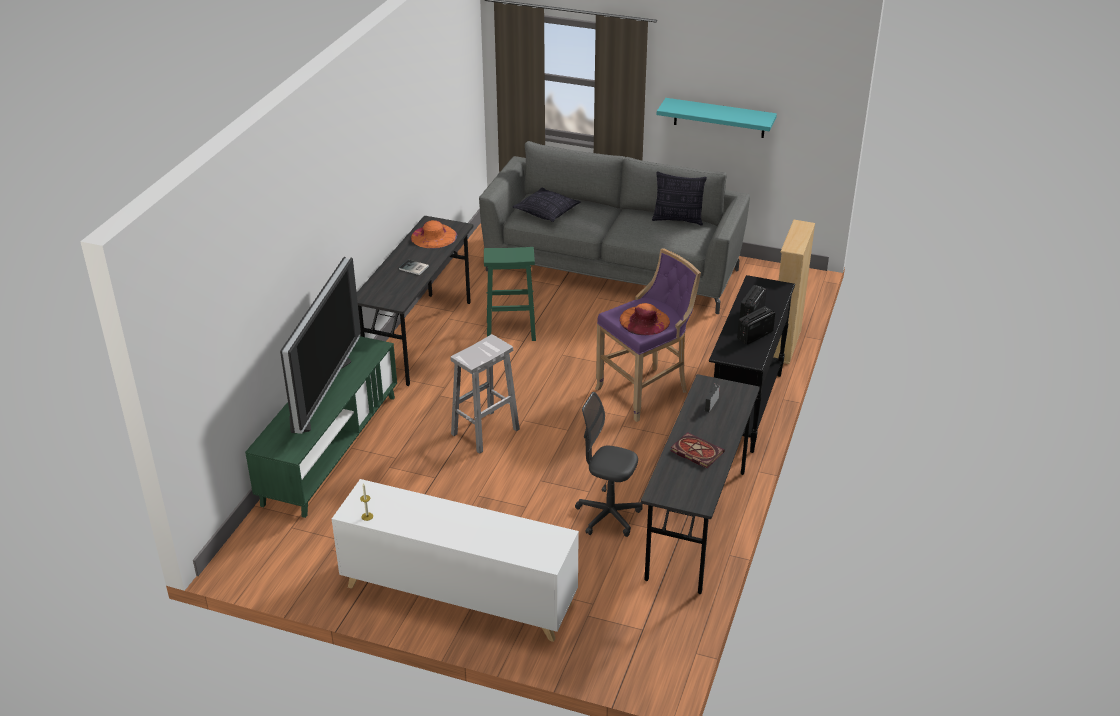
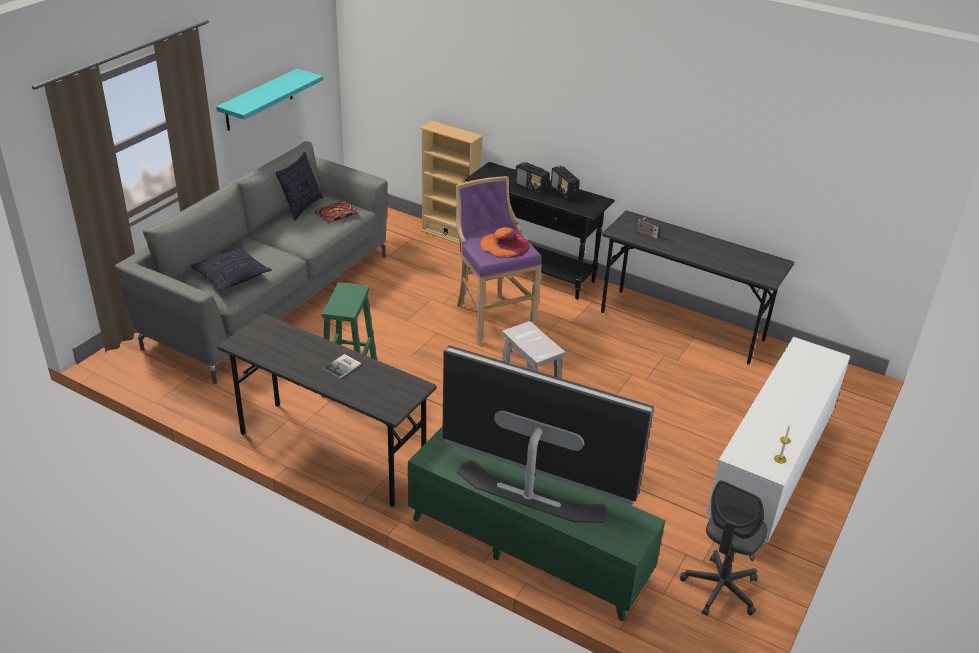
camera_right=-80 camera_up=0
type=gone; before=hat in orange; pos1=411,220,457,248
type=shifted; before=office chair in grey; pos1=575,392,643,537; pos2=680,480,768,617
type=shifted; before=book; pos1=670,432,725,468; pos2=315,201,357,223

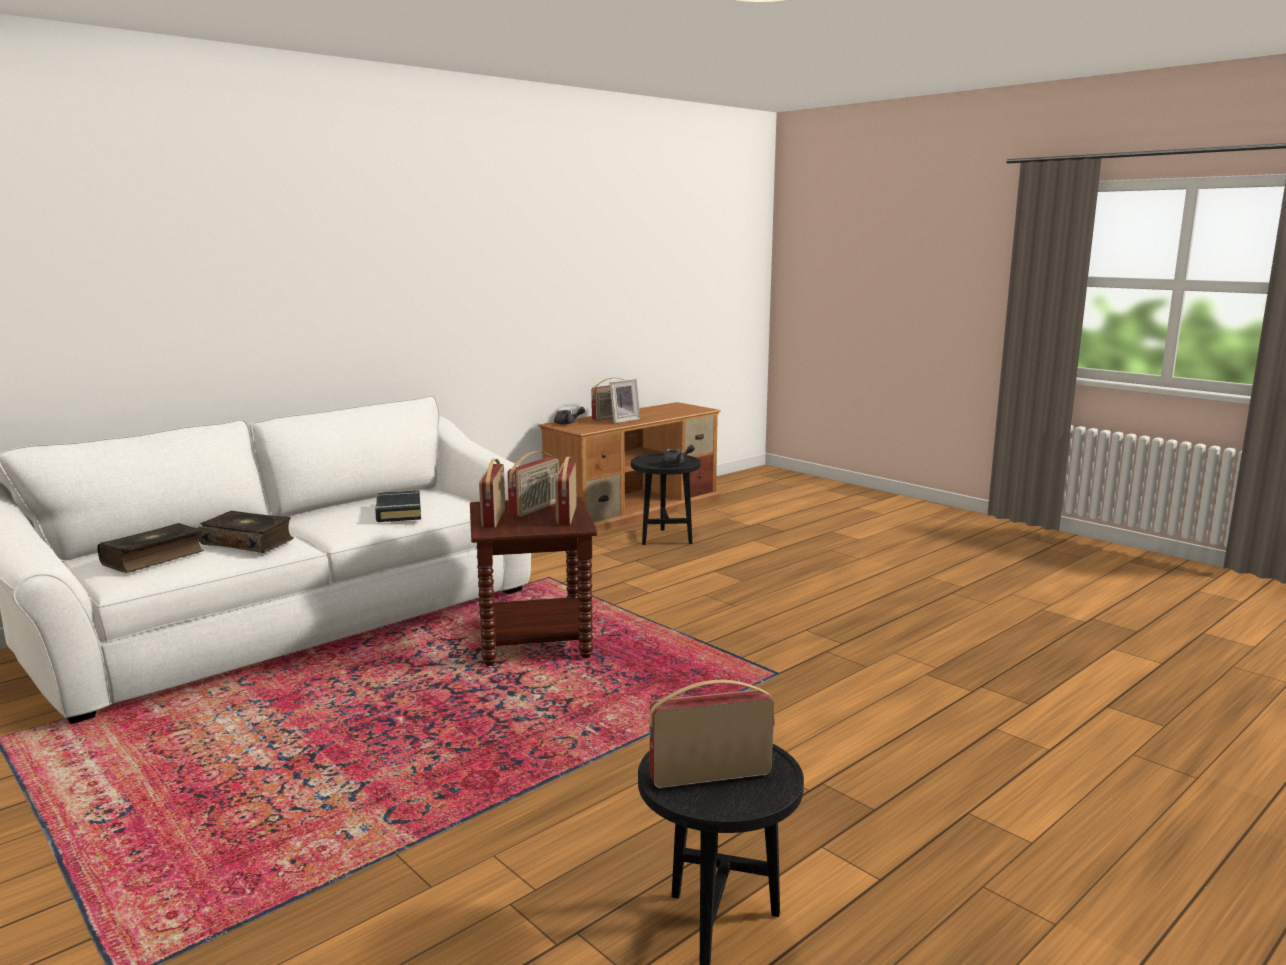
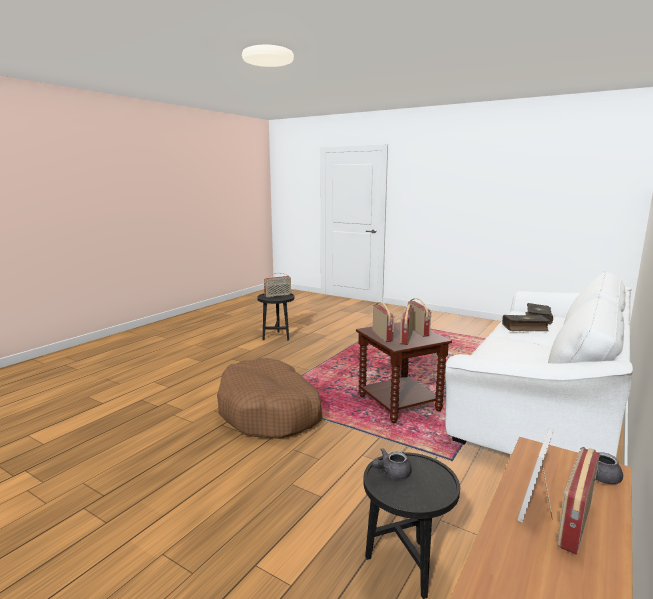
camera_right=165 camera_up=0
type=gone; before=book in black; pos1=375,490,421,522
type=new; after=dog bed in brown; pos2=217,358,323,439

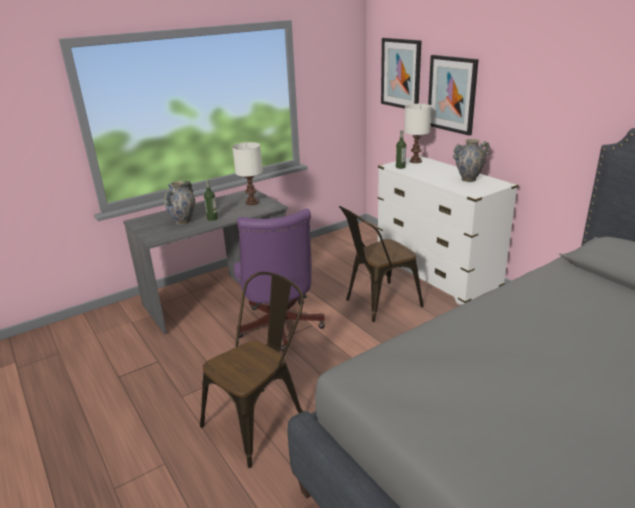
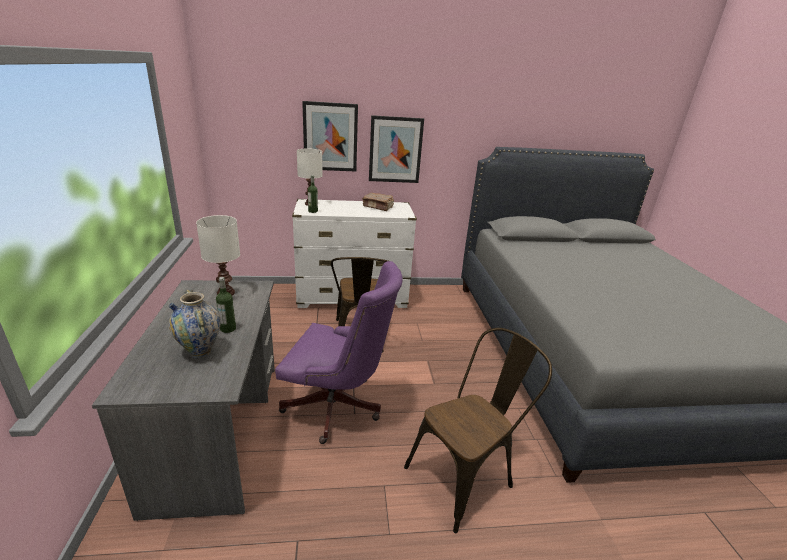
camera_right=-65 camera_up=0
type=shifted; before=picture; pos1=381,38,422,109; pos2=369,115,424,183
type=swapped; before=vase; after=book in brown; pos1=453,139,490,182; pos2=362,193,394,211
type=rotated; before=chair in brown; pos1=200,272,303,468; pos2=404,328,552,533; turn=75

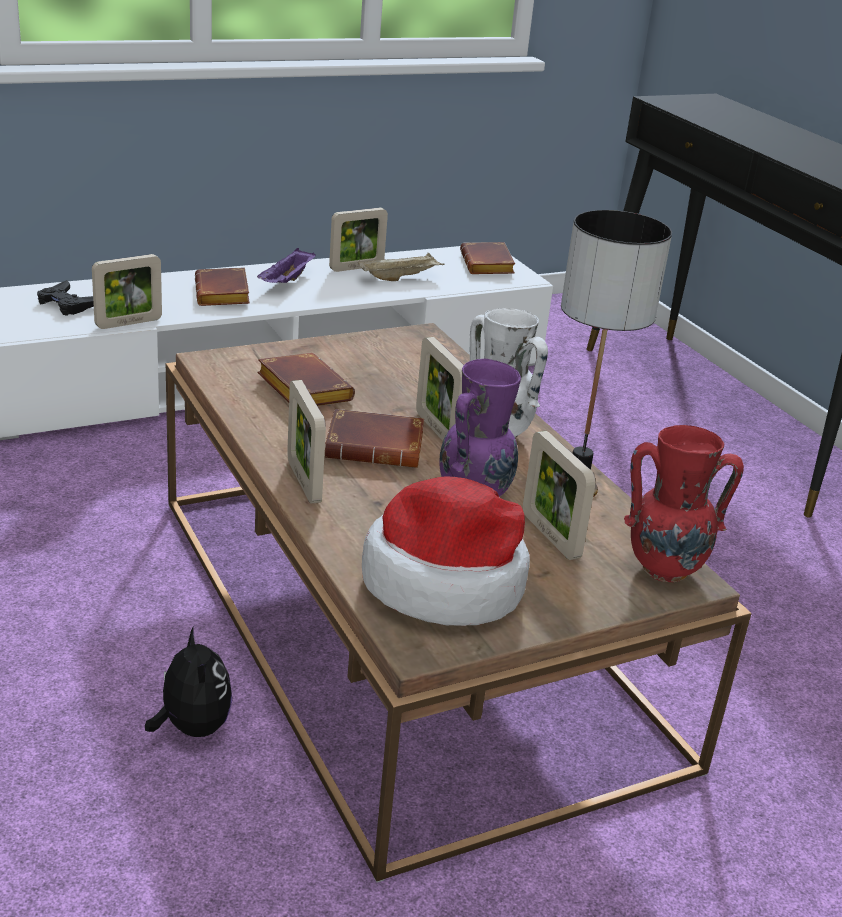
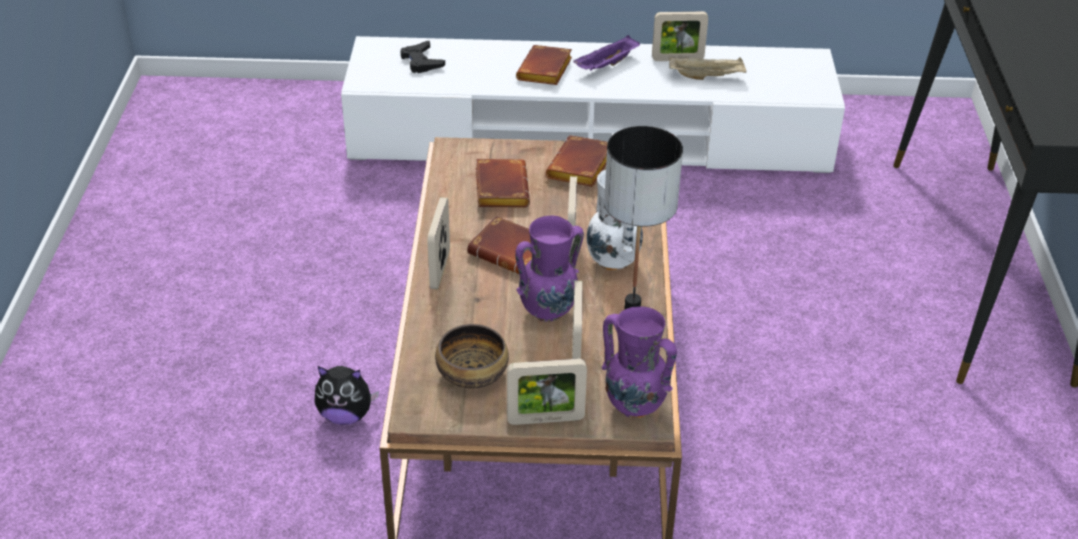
camera_right=30 camera_up=10
type=shifted; before=picture frame; pos1=92,254,162,329; pos2=507,359,587,425
type=shifted; before=book in brown; pos1=460,242,515,274; pos2=546,135,608,187
type=swapped; before=hat; after=bowl; pos1=362,476,530,626; pos2=435,324,509,389
type=repainted; before=vase in red; after=vase in purple; pos1=624,425,744,582; pos2=602,306,677,418
type=rotated; before=plush toy; pos1=145,626,232,737; pos2=315,366,379,425; turn=90

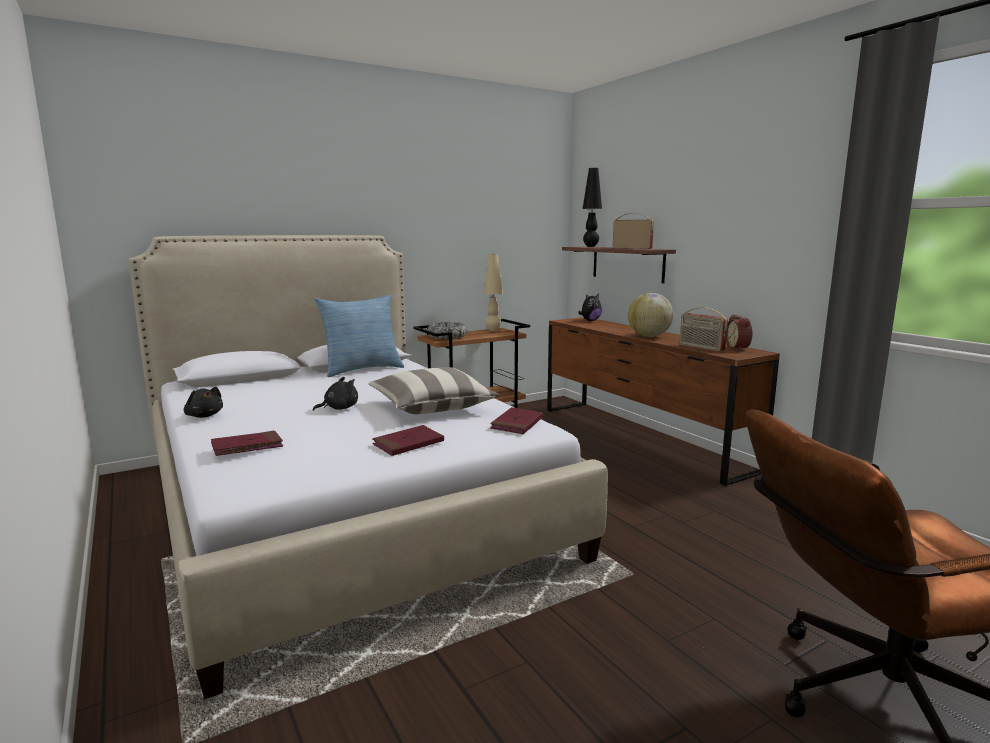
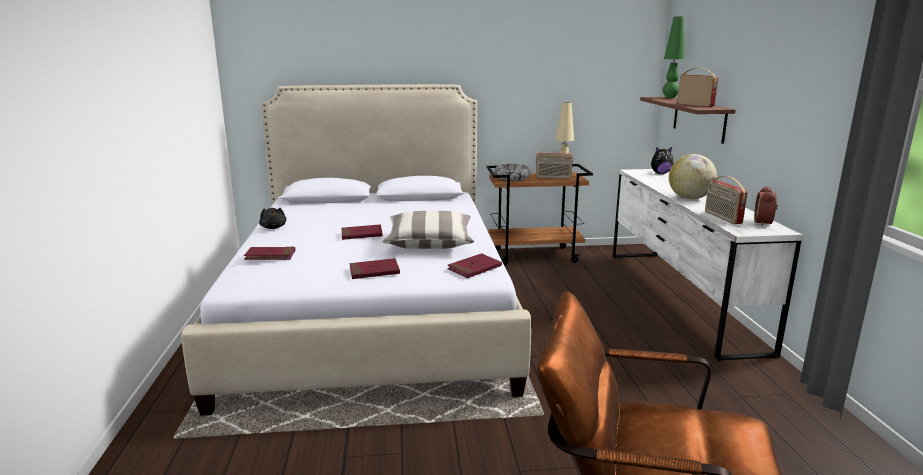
camera_right=25 camera_up=5
type=gone; before=pillow; pos1=315,294,404,377
type=new; after=radio; pos2=536,148,573,179
type=swapped; before=plush toy in black; after=book in red; pos1=313,377,358,411; pos2=342,224,383,240
type=repainted; before=dresser in brown; after=dresser in white; pos1=547,317,780,486; pos2=613,169,802,361
type=repainted; before=table lamp in black; after=table lamp in green; pos1=582,168,602,247; pos2=663,16,685,98

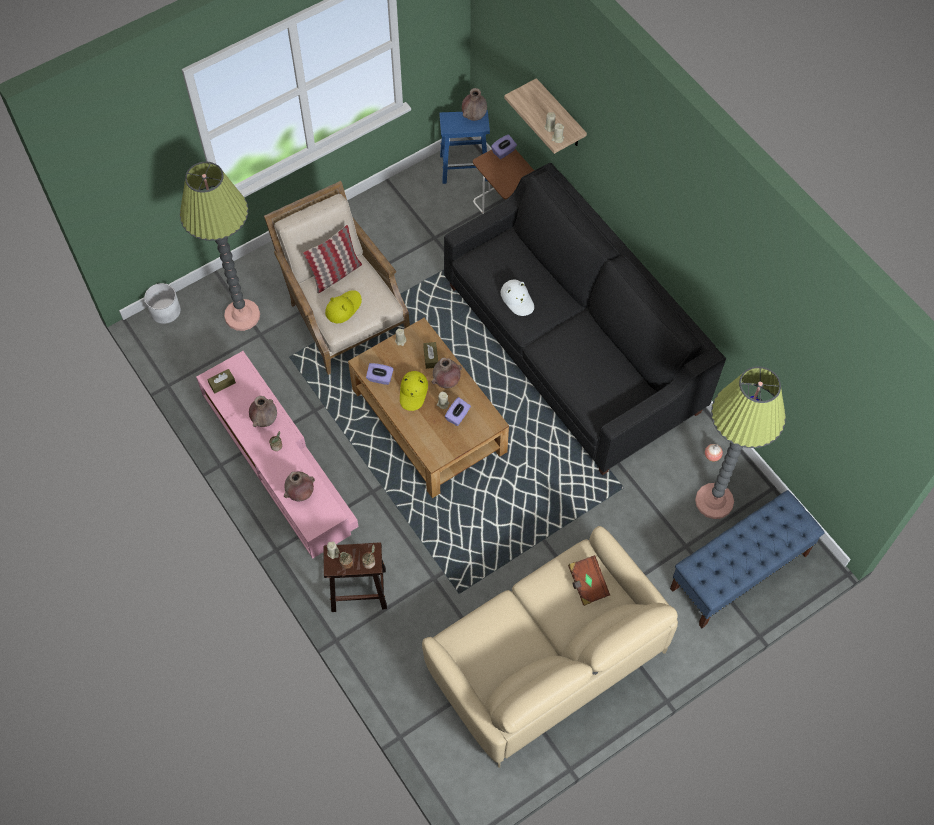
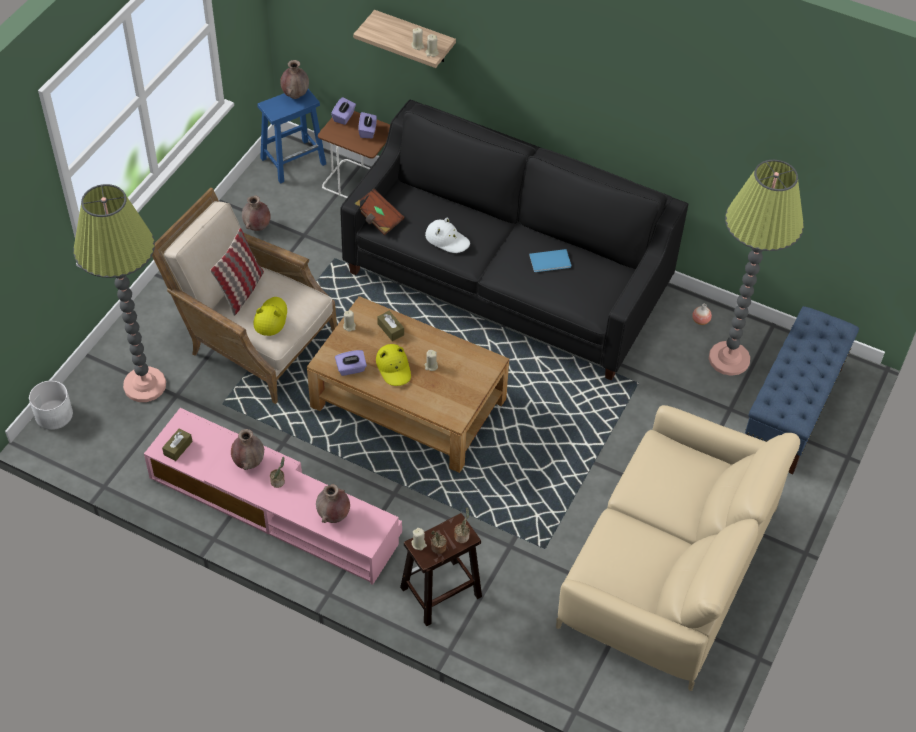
camera_right=-30 camera_up=-10
type=new; after=book in blue; pos2=529,249,571,272
type=shifted; before=vase in brown; pos1=432,358,462,388; pos2=242,196,271,231
type=shifted; before=tissue box in purple; pos1=445,397,471,426; pos2=358,112,377,138
type=shifted; before=book in brown; pos1=568,555,610,606; pos2=354,189,404,235

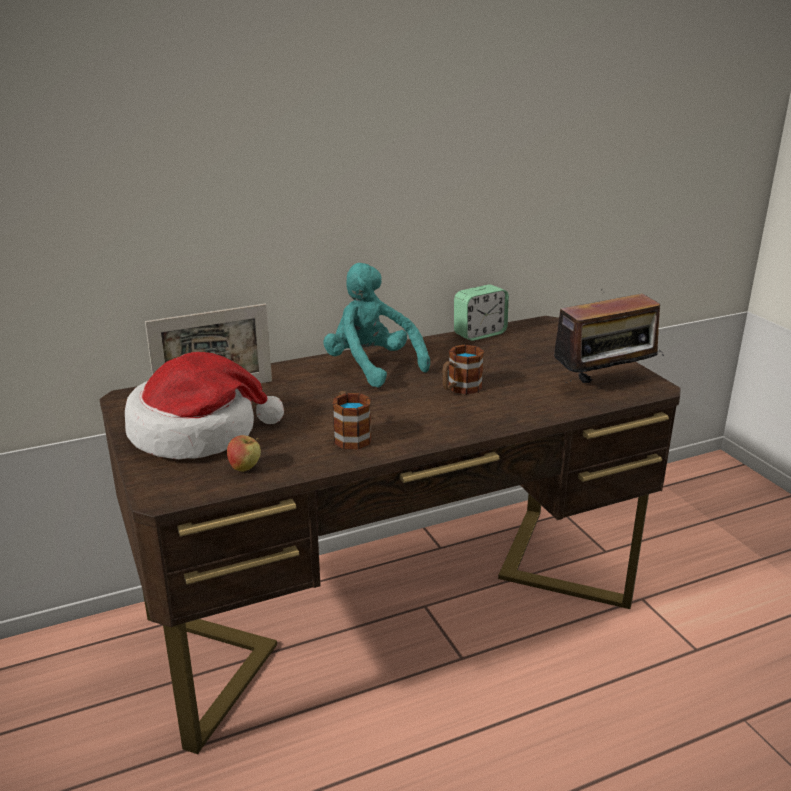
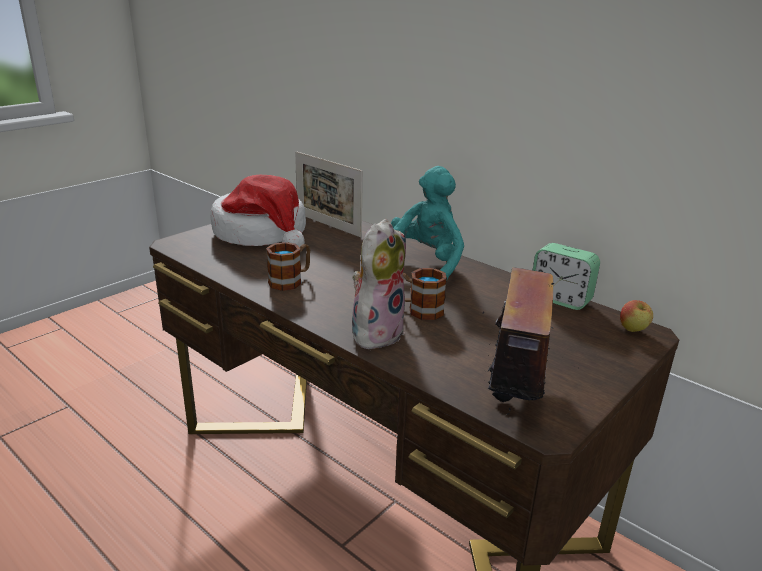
camera_right=65 camera_up=0
type=new; after=plush toy; pos2=352,219,406,349
type=shifted; before=apple; pos1=227,435,261,472; pos2=620,300,653,332
type=rotated; before=radio; pos1=546,291,665,386; pos2=482,267,579,419; turn=-120

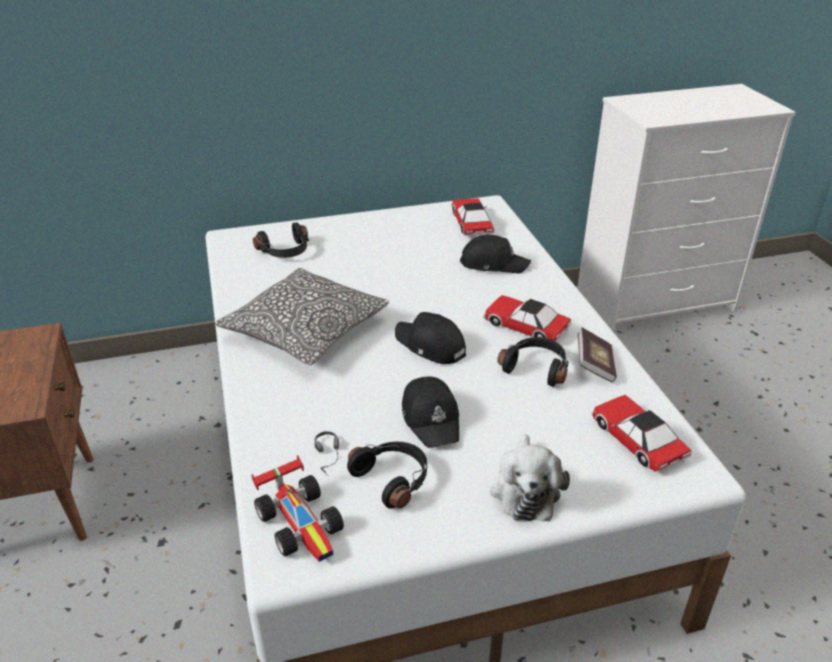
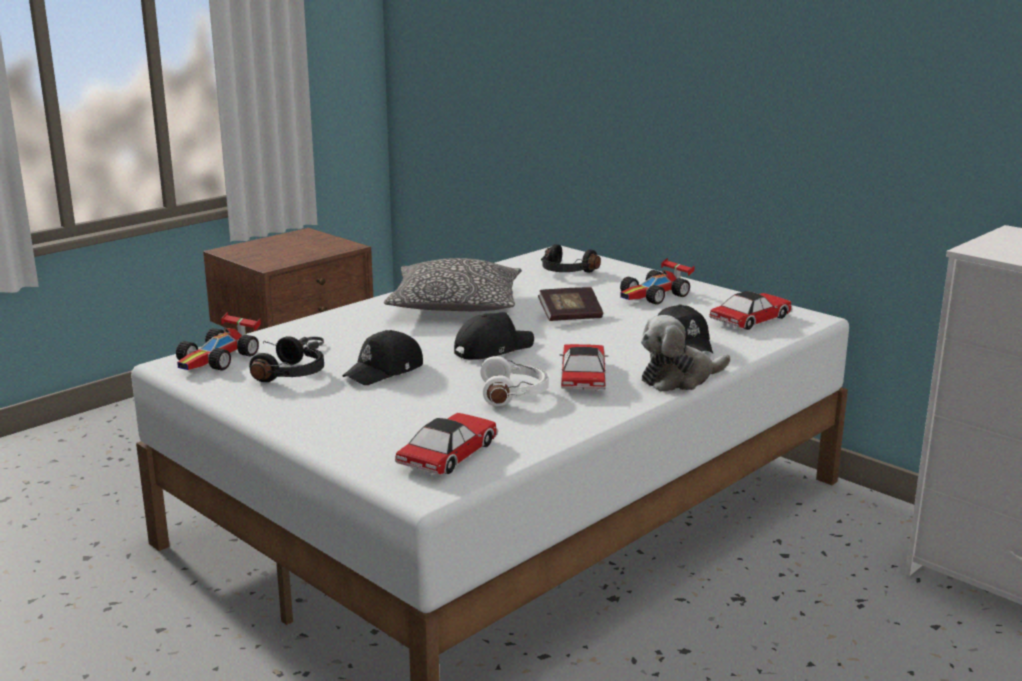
camera_right=60 camera_up=-15
type=new; after=toy car; pos2=620,258,695,305
type=shifted; before=plush toy; pos1=490,434,570,521; pos2=641,315,730,392
type=shifted; before=book; pos1=578,327,617,382; pos2=538,287,603,321
type=repainted; before=headphones in black; after=headphones in white; pos1=497,337,569,387; pos2=480,356,549,406
type=rotated; before=cap in black; pos1=395,312,466,364; pos2=454,312,534,360; turn=45

